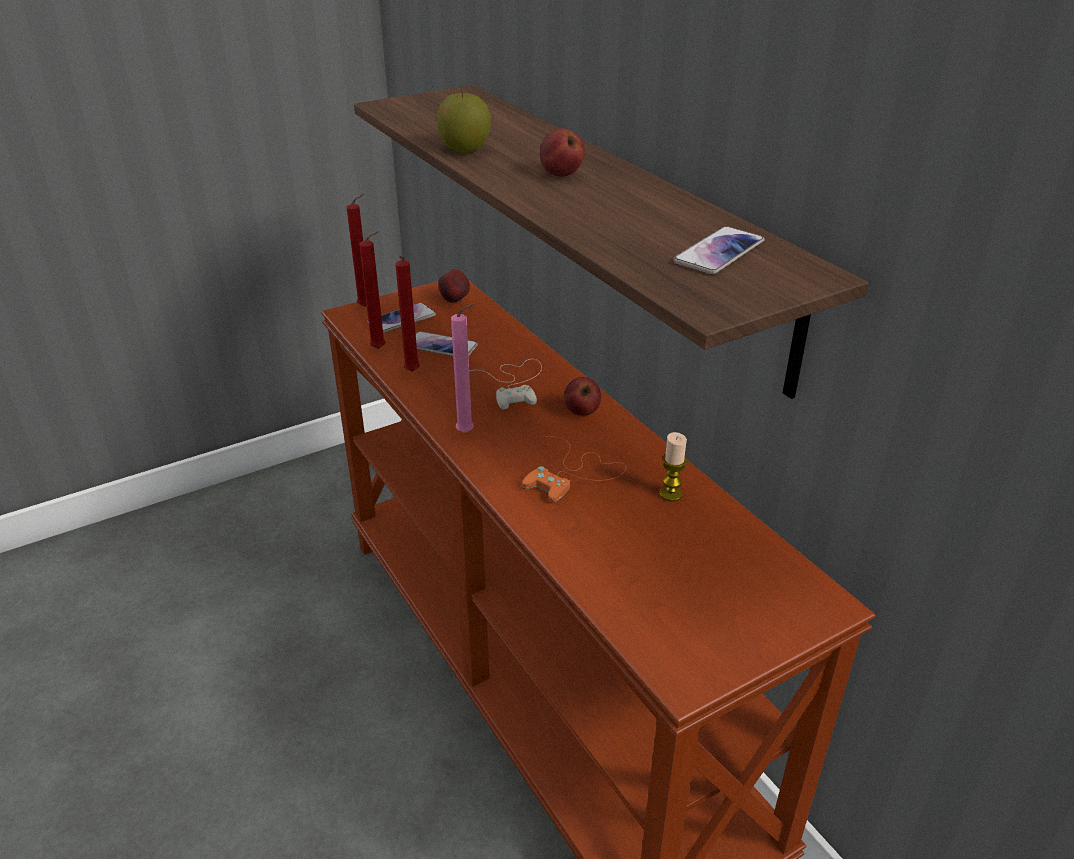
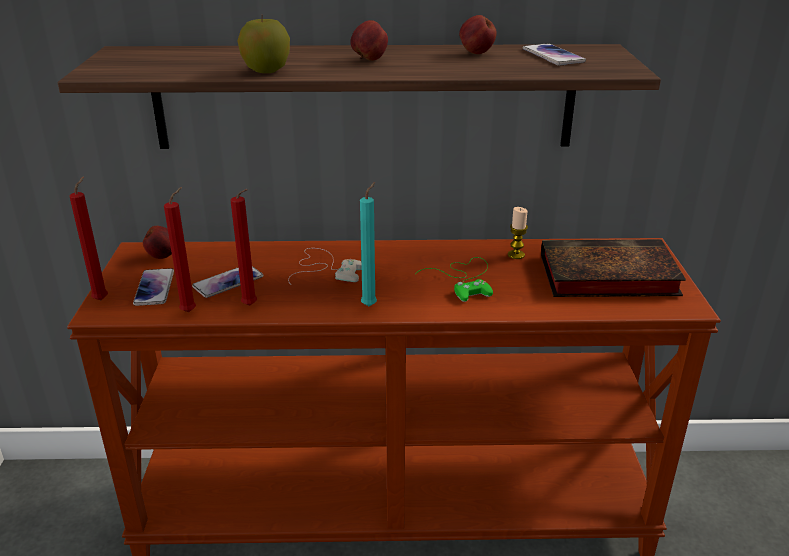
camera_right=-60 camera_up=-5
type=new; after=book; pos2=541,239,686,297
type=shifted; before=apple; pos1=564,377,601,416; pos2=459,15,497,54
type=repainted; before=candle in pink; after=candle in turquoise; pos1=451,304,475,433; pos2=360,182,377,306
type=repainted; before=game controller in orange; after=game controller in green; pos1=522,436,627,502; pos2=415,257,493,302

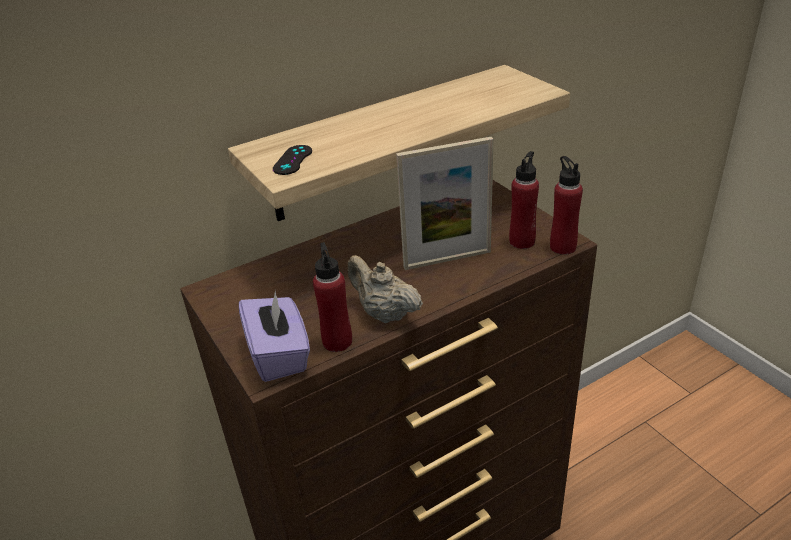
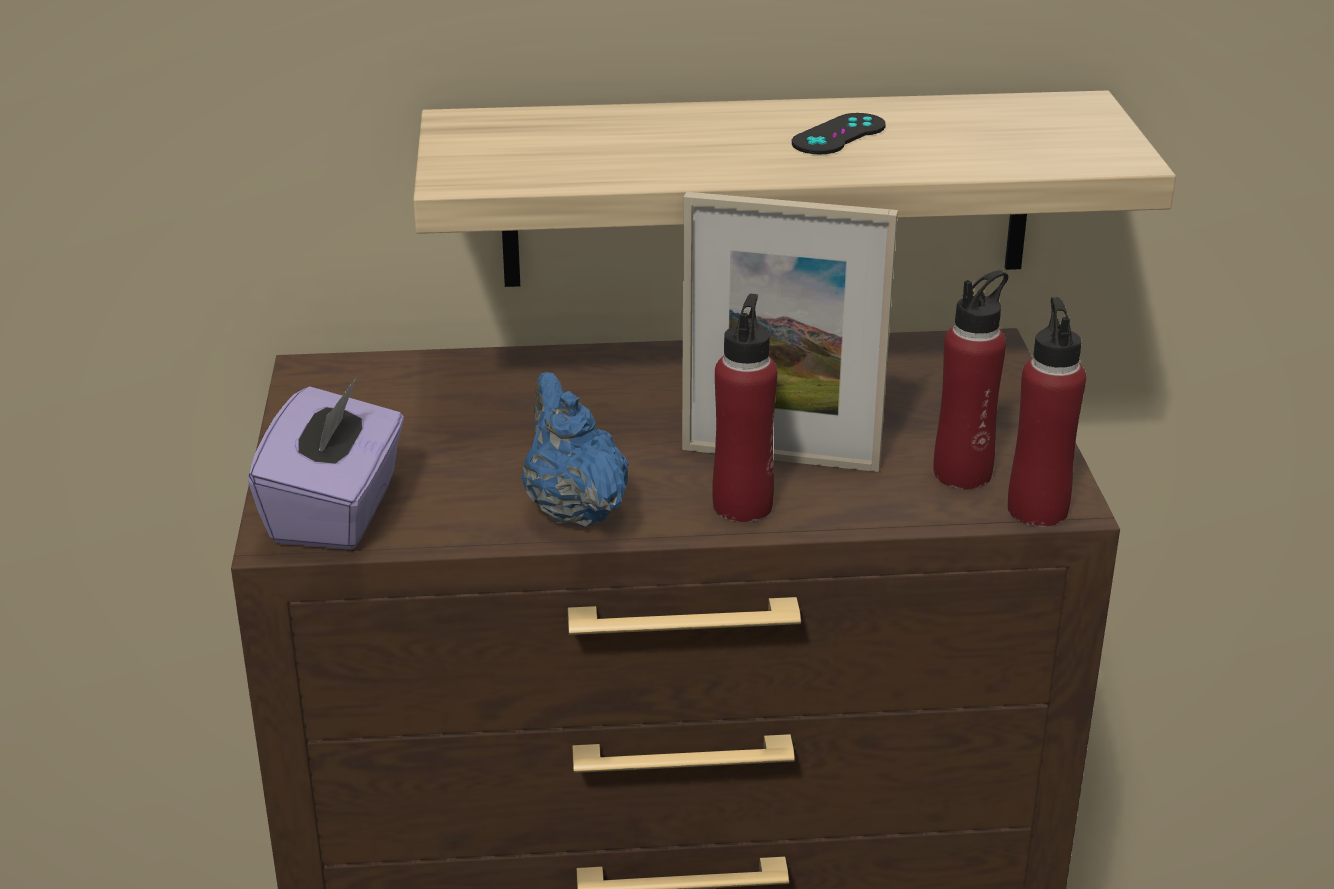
camera_right=25 camera_up=-5
type=shifted; before=game controller in black; pos1=273,145,312,175; pos2=791,113,886,154
type=shifted; before=bottle in red; pos1=313,242,352,352; pos2=712,293,778,522
type=repainted; before=teapot in beige; after=teapot in blue; pos1=347,255,423,323; pos2=522,372,629,527

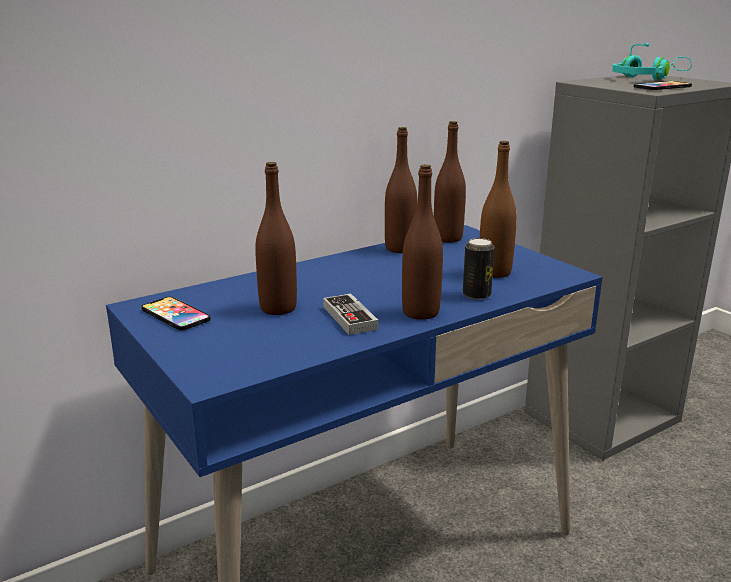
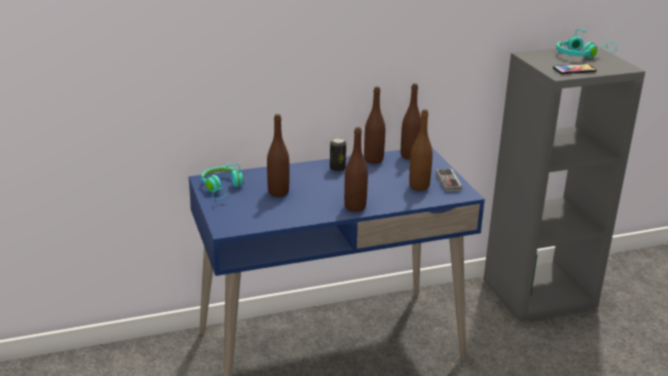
camera_right=15 camera_up=5
type=shifted; before=game controller; pos1=323,294,378,335; pos2=436,169,462,192
type=shifted; before=can; pos1=463,238,495,300; pos2=330,138,346,172
type=swapped; before=phone; after=headphones in turquoise; pos1=141,297,211,331; pos2=201,164,244,199

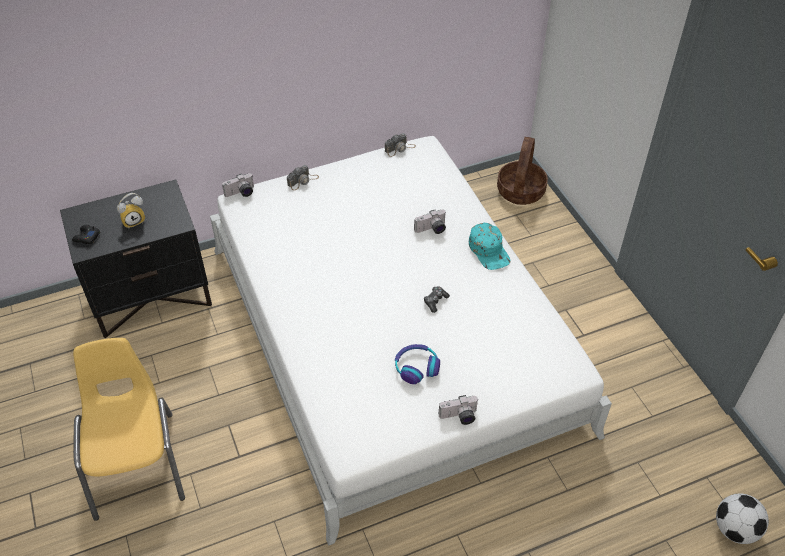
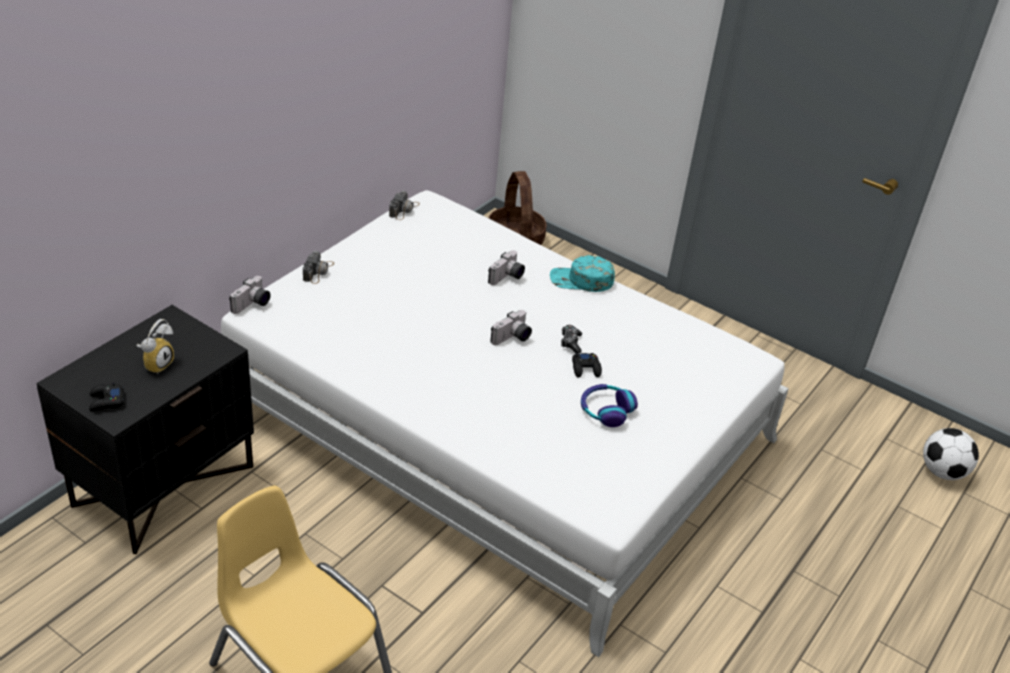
camera_right=-35 camera_up=-10
type=new; after=game controller in black; pos2=572,353,602,378
type=shifted; before=photo camera; pos1=439,395,479,425; pos2=490,310,532,345
type=rotated; before=cap in turquoise; pos1=469,223,511,270; pos2=550,255,615,292; turn=150

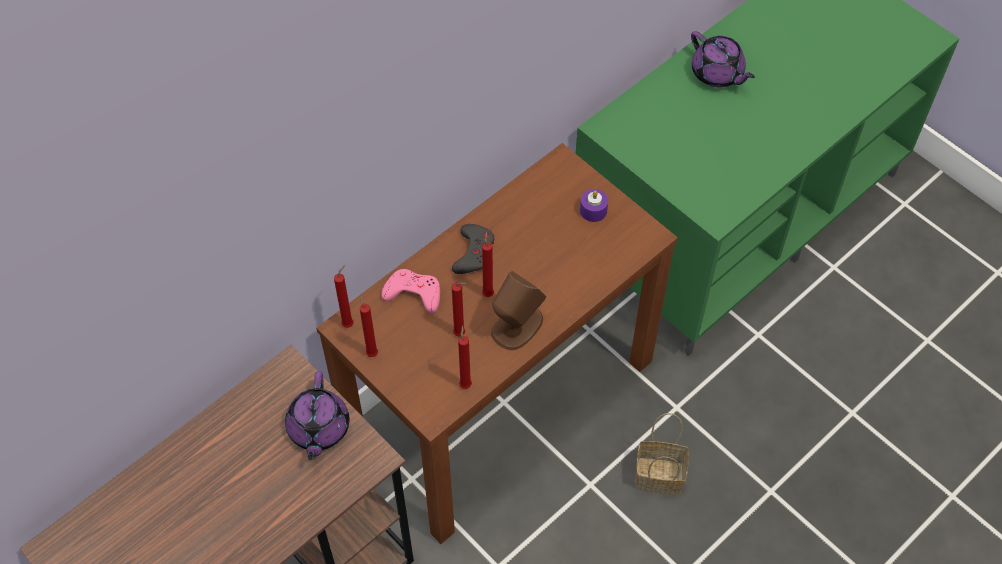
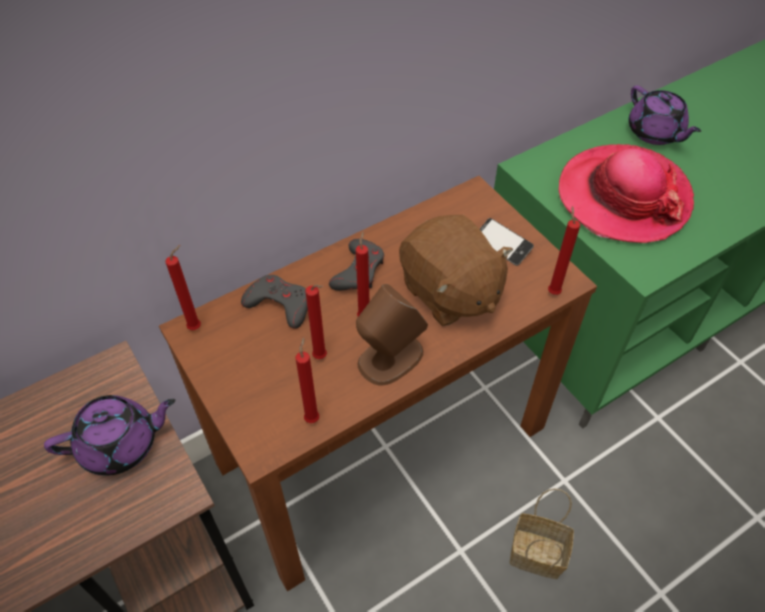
camera_right=10 camera_up=-5
type=new; after=plush toy in brown; pos2=399,215,513,326
type=new; after=hat; pos2=558,144,694,243
type=shifted; before=candle in red; pos1=360,294,378,357; pos2=548,206,580,295
type=swapped; before=candle in purple; after=phone; pos1=580,189,608,222; pos2=480,218,534,266
type=repainted; before=game controller in pink; after=game controller in grey; pos1=381,269,440,313; pos2=241,275,308,329
type=rotated; before=teapot in purple; pos1=285,371,349,460; pos2=44,395,175,476; turn=-120

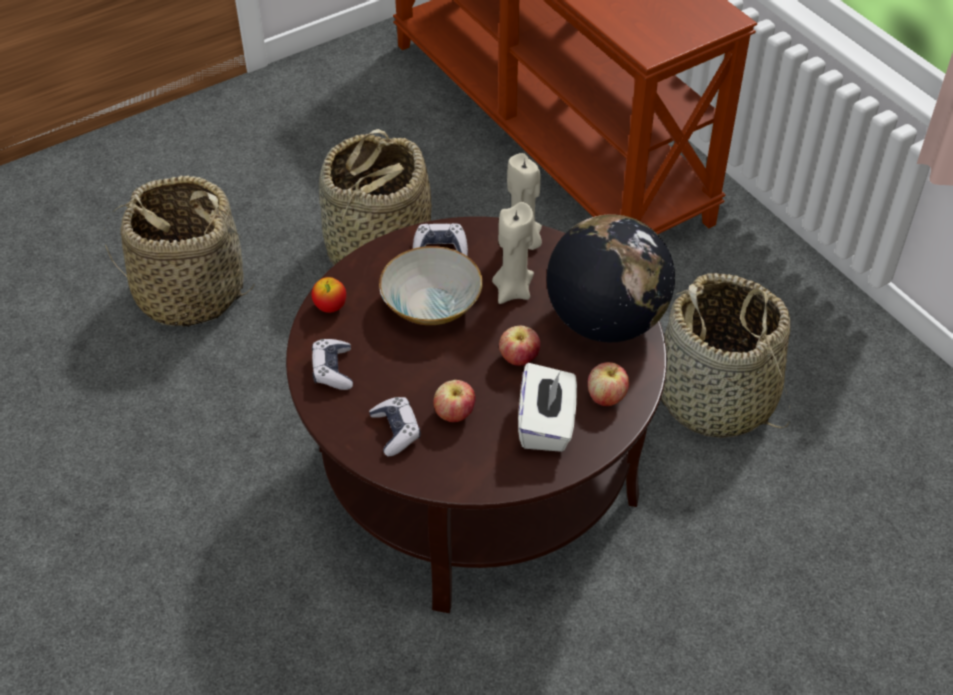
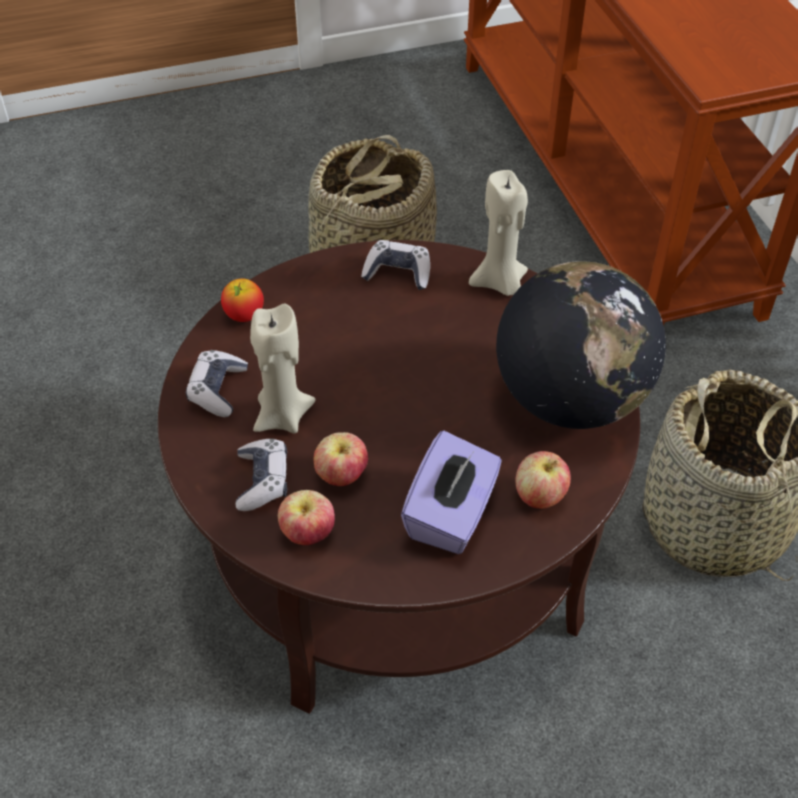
camera_right=15 camera_up=0
type=gone; before=basket; pos1=104,176,255,327
type=gone; before=bowl; pos1=379,246,483,325
type=shifted; before=candle in beige; pos1=492,202,534,304; pos2=250,303,315,433
type=shifted; before=apple; pos1=499,325,540,366; pos2=278,490,335,545
type=repainted; before=tissue box in white; after=tissue box in purple; pos1=518,363,577,452; pos2=401,431,502,554

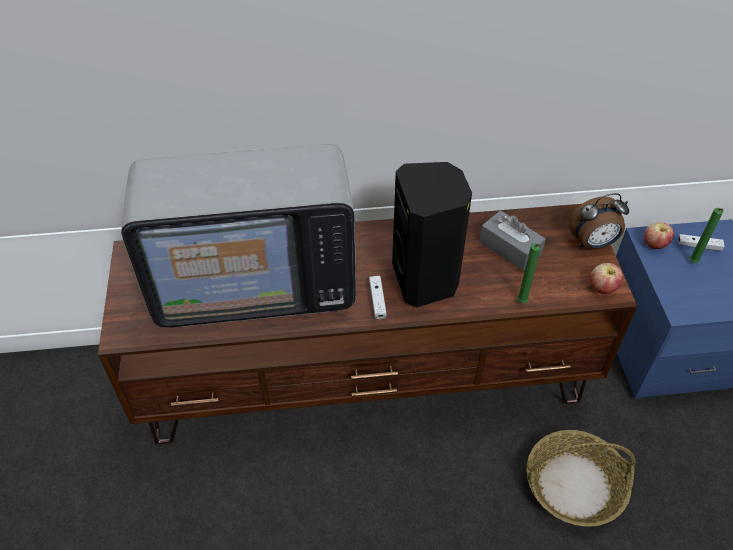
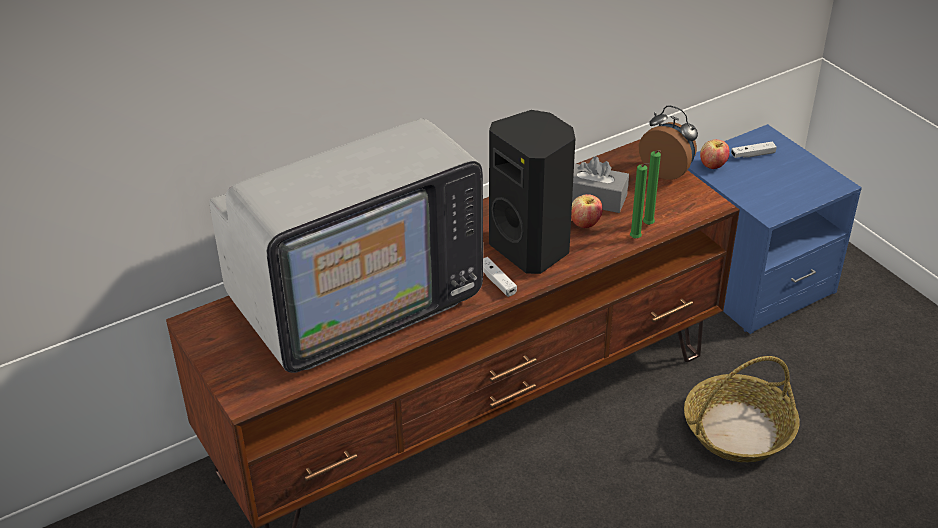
camera_right=-25 camera_up=-10
type=shifted; before=apple; pos1=590,263,623,294; pos2=571,194,602,228
type=shifted; before=candle in green; pos1=690,208,723,263; pos2=643,150,661,225
type=rotated; before=alarm clock; pos1=568,193,629,249; pos2=639,105,698,180; turn=-105

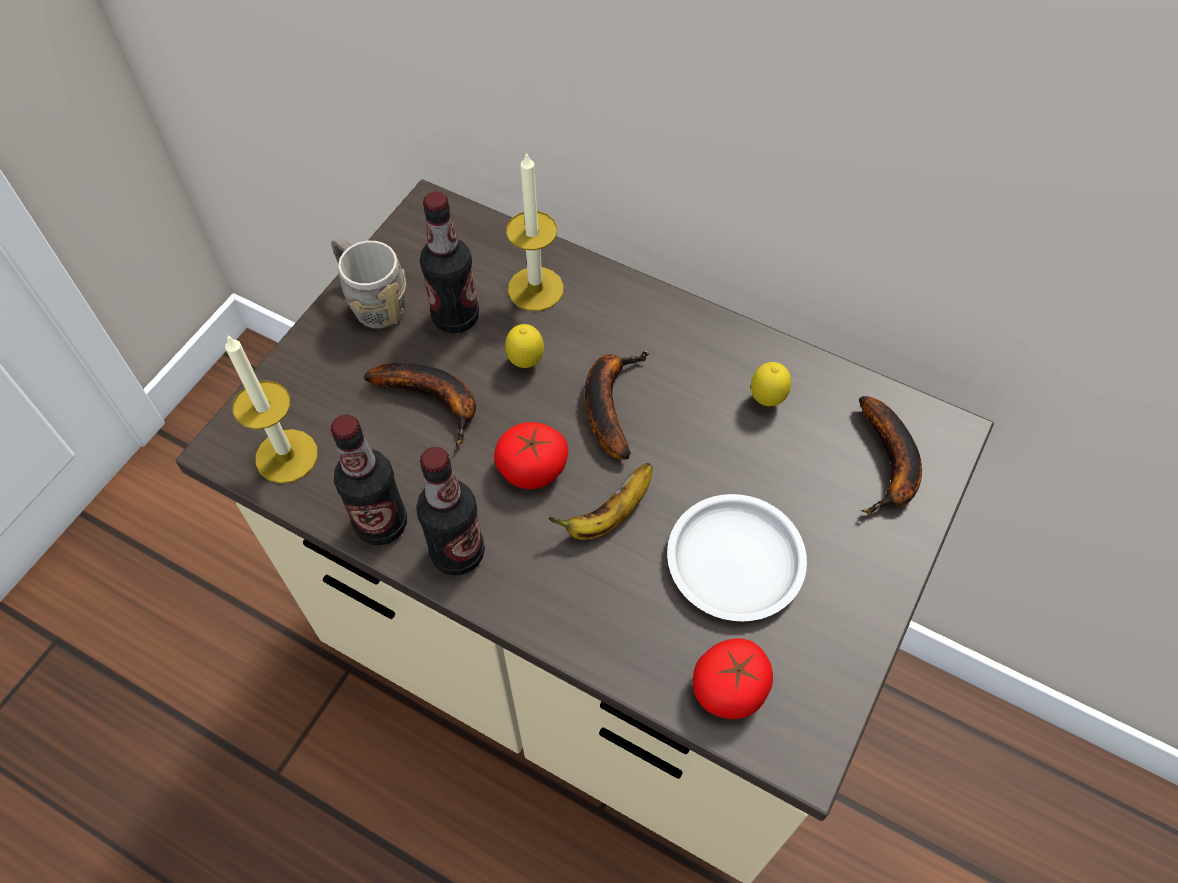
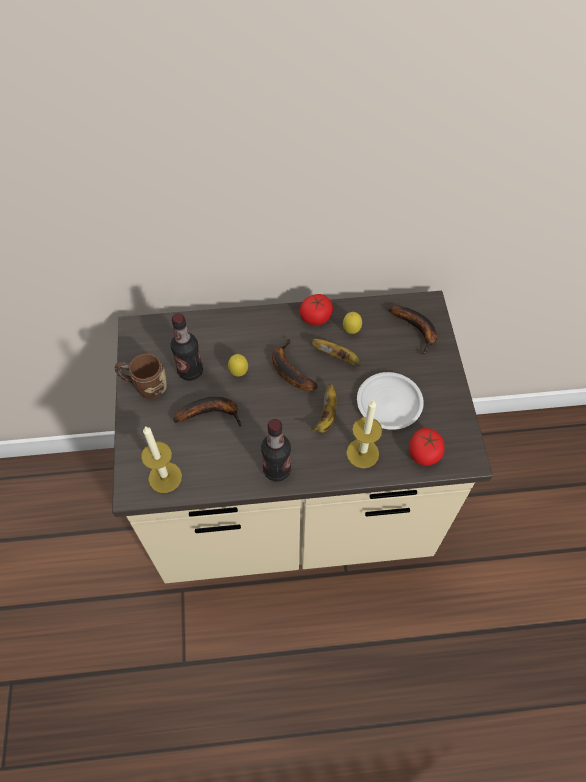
camera_right=-35 camera_up=0
type=gone; before=bottle; pos1=331,415,407,545
type=new; after=banana; pos2=311,339,360,366
type=shifted; before=tomato; pos1=494,422,568,489; pos2=300,294,333,325
type=shifted; before=candle; pos1=506,152,564,311; pos2=346,399,382,469
type=repainted; before=mug in grey; after=mug in brown; pos1=331,236,406,329; pos2=114,354,167,399

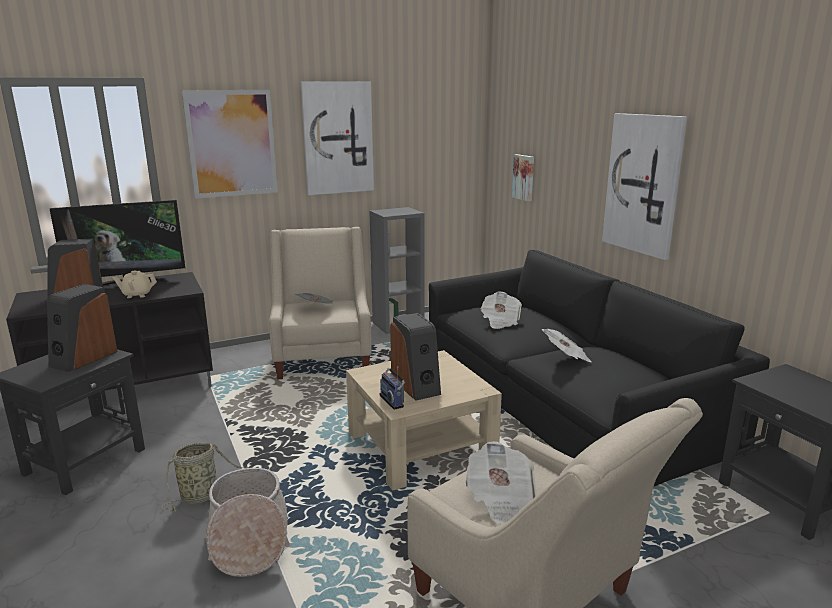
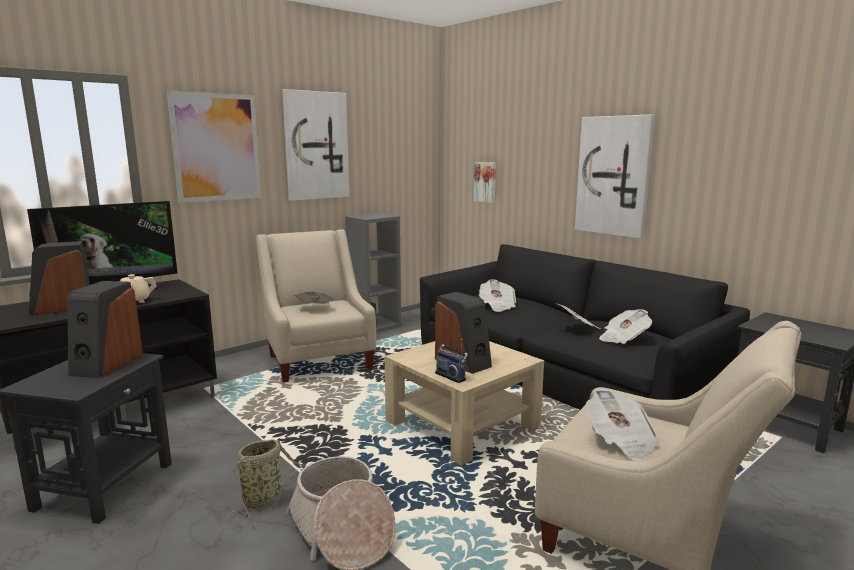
camera_right=-15 camera_up=-5
type=new; after=newspaper; pos2=599,309,652,344

